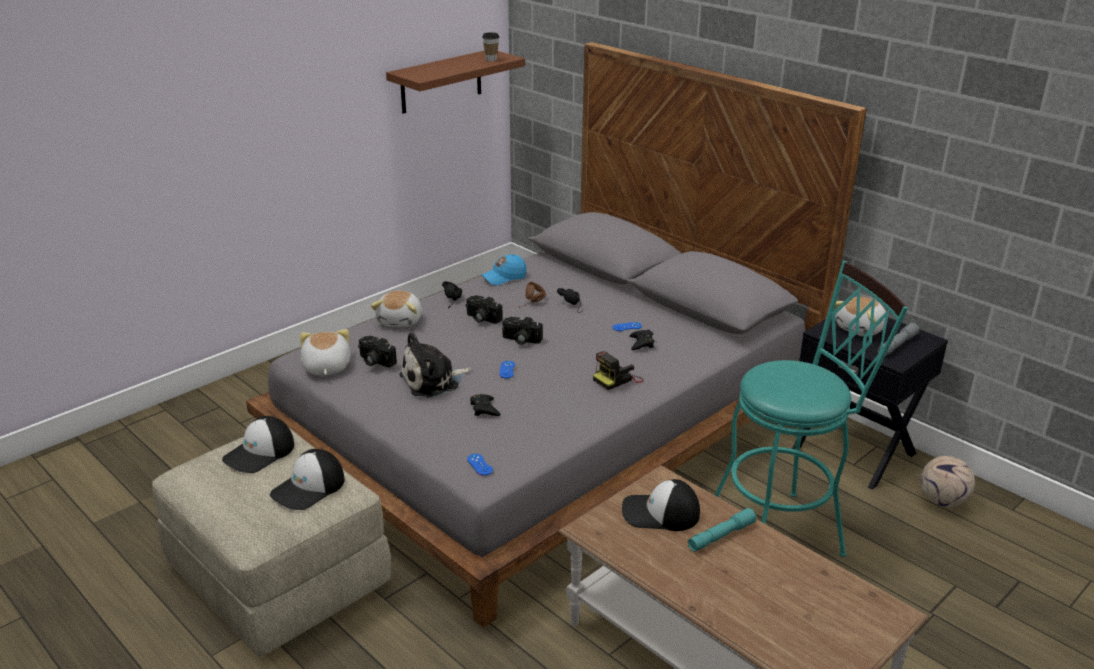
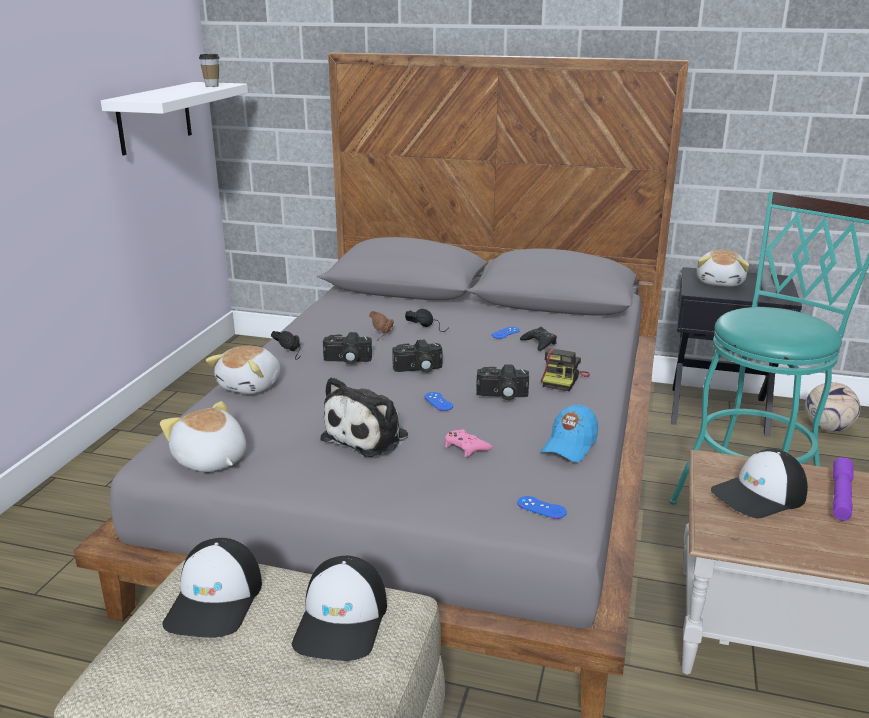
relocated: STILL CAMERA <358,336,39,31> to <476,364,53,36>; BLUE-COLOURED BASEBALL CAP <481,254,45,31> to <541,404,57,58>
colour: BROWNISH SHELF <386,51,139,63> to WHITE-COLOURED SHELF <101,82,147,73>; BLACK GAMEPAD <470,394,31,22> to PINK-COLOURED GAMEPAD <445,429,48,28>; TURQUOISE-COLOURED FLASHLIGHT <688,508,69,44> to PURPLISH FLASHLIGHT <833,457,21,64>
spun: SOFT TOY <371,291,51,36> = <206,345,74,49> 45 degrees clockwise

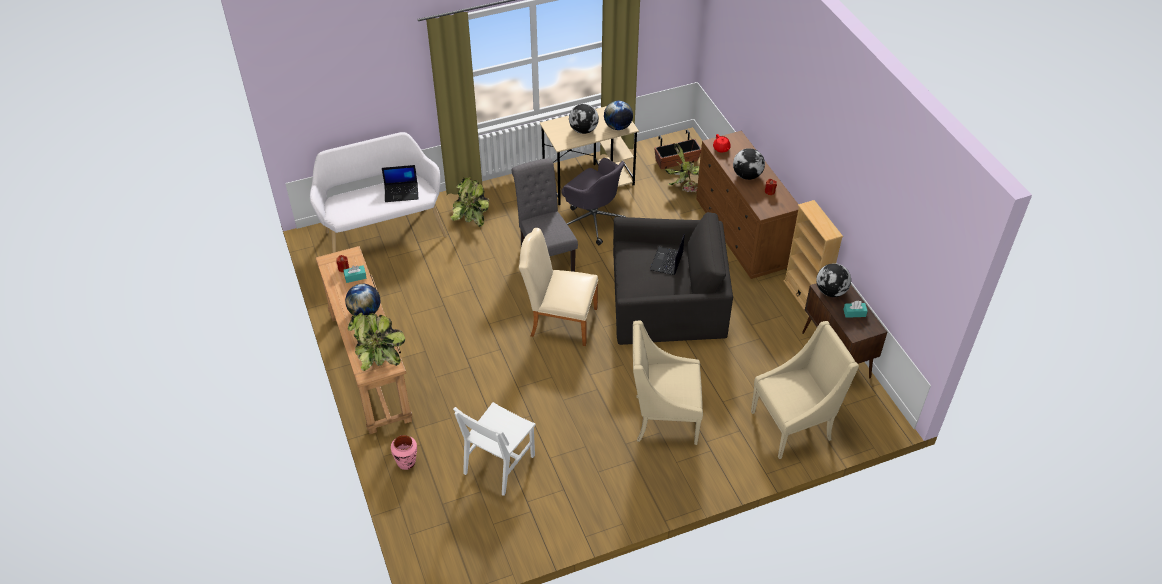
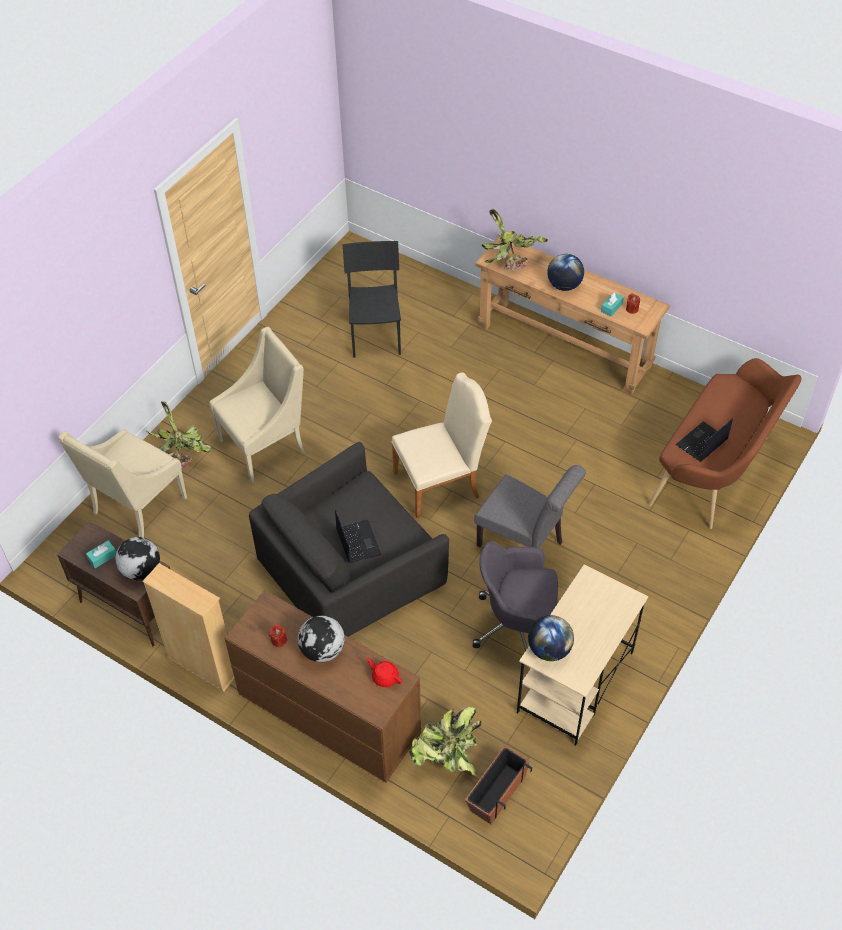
missing: PINK-COLOURED VASE <391,435,26,35>; DESK GLOBE <569,104,30,30>
relocated: PLANT IN A POT <451,177,38,50> to <145,401,66,67>
colour: WHITE-COLOURED BENCH <310,132,136,121> to BROWNISH BENCH <648,358,154,171>; WHITE-COLOURED UPRIGHT CHAIR <453,402,83,94> to BLACK UPRIGHT CHAIR <342,241,59,117>

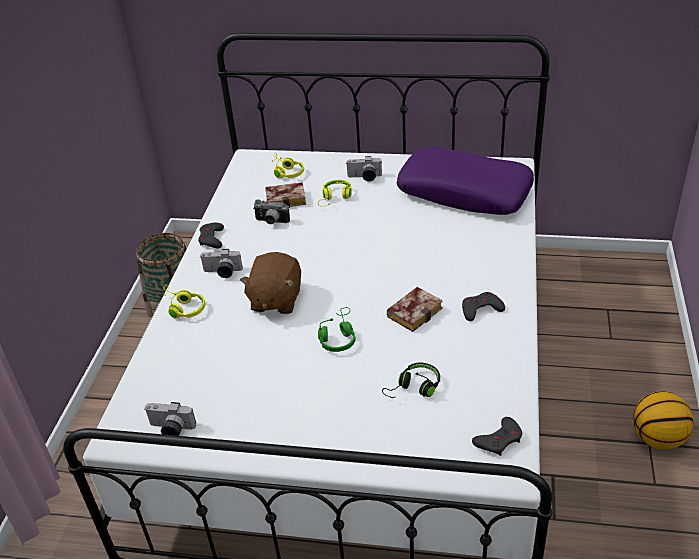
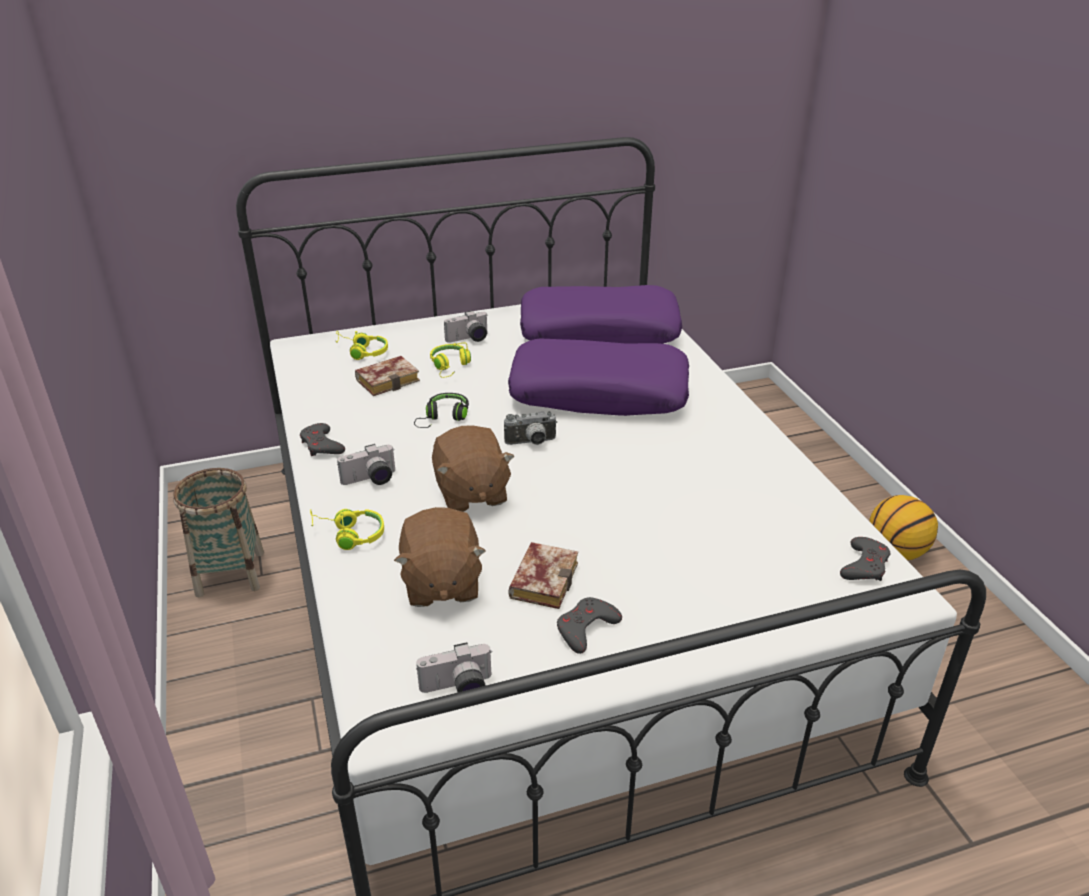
missing: GREEN HEADPHONES <318,307,38,45>
appeared: BROWNISH SOFT TOY <394,507,92,100>; PURPLISH PILLOW <508,338,181,78>
relocated: STILL CAMERA <253,199,37,25> to <504,411,53,34>; BLACK HEADPHONES <382,362,58,36> to <414,393,55,35>; VOLUME <387,287,56,45> to <508,542,70,67>; GREYISH GAMEPAD <462,292,43,29> to <557,597,65,57>

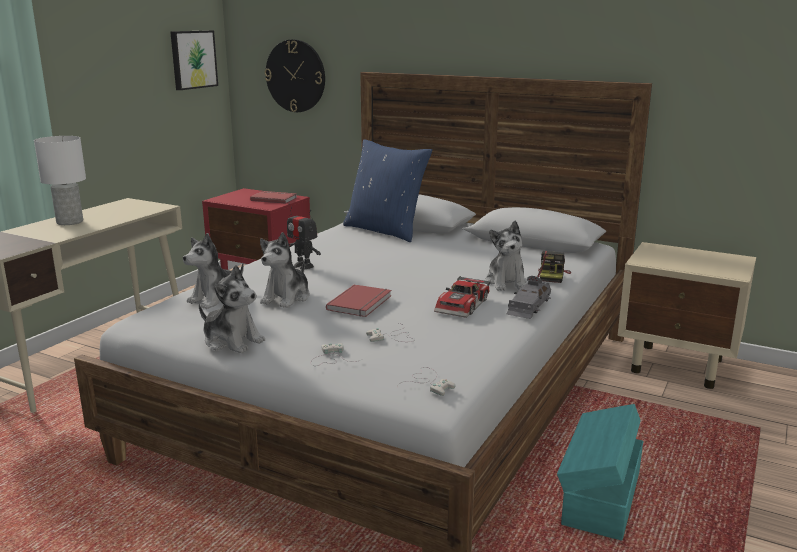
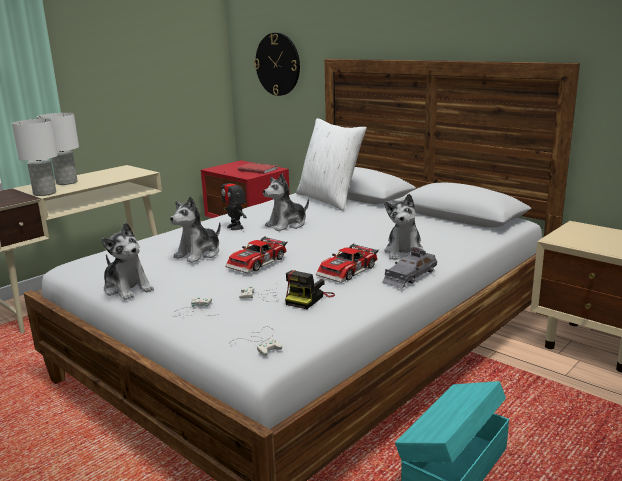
missing: WALL PICTURE <170,30,48,60>
appeared: WHITE-COLOURED TABLETOP LAMP <12,119,46,77>
relocated: SOFT TOY <183,233,61,76> to <263,173,46,58>; STILL CAMERA <537,251,34,32> to <285,270,50,39>
exchanged: RED VOLUME <326,284,66,33> to MODEL CAR <225,236,62,37>
colour: BLUE-COLOURED PILLOW <343,139,89,103> to WHITE-COLOURED PILLOW <296,118,71,93>

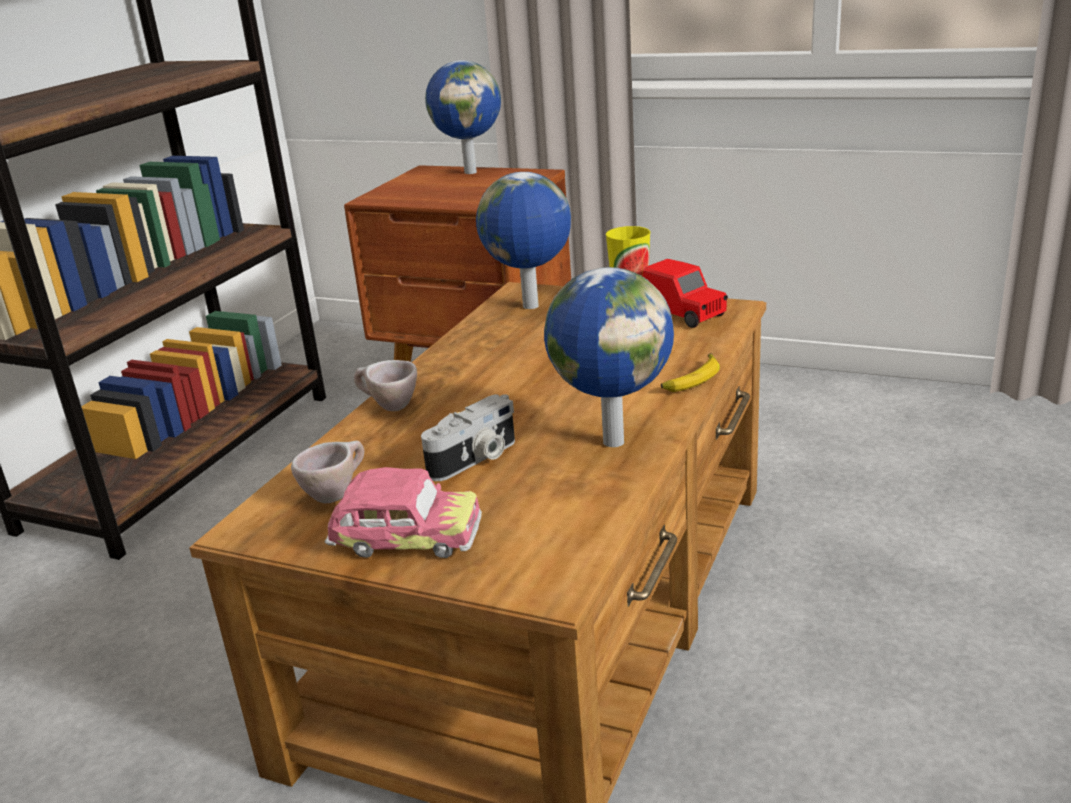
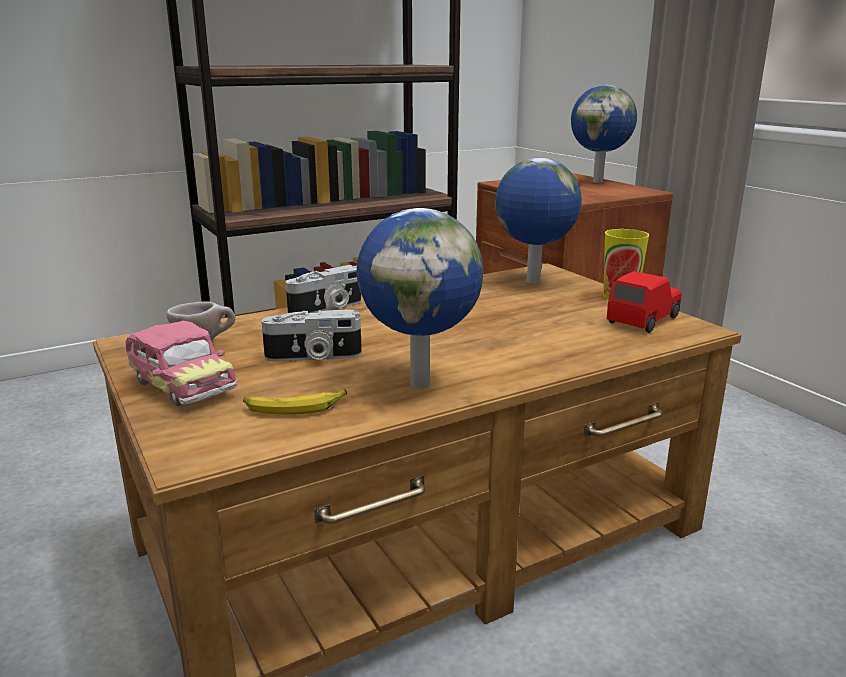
relocated: BANANA FRUIT <661,353,58,39> to <243,389,104,26>
exchanged: BEIGE CUP <354,360,63,51> to STILL CAMERA <286,265,75,50>
spun: RED MODEL CAR <642,259,86,69> = <606,271,76,62> 135 degrees counterclockwise

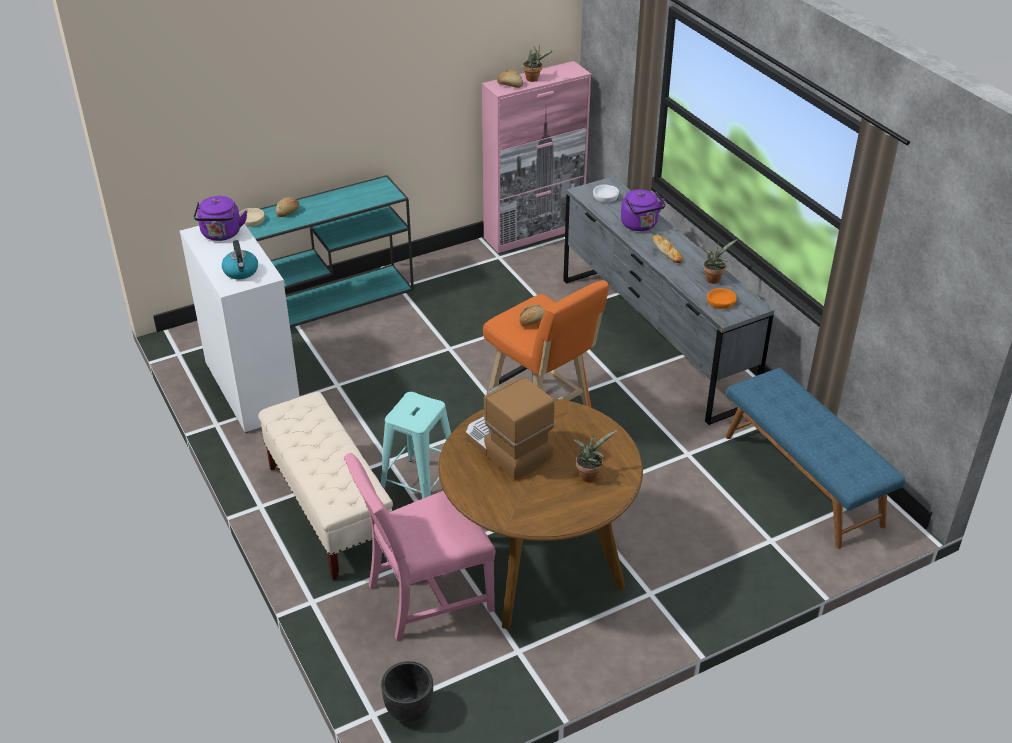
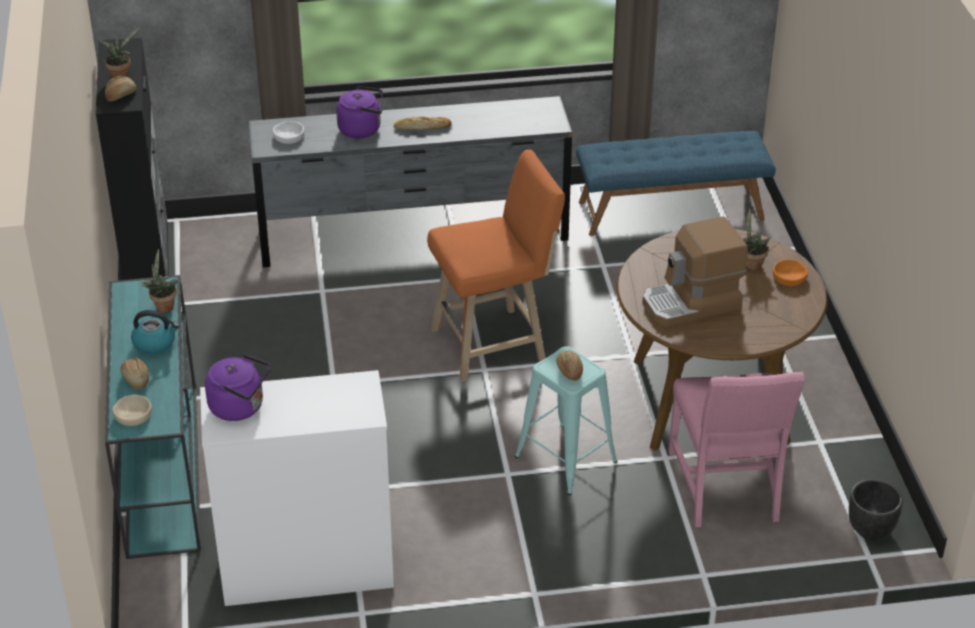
missing: BEIGE BENCH <258,392,135,188>
relocated: WATER KETTLE <222,240,36,39> to <131,310,49,44>; BREAD <519,304,26,22> to <556,350,27,31>; PLANT IN A POT <701,239,37,45> to <142,249,36,64>; ORANGE-COLOURED DEEP DISH <707,288,30,21> to <773,259,35,27>
colour: PINK-COLOURED CUPBOARD <482,61,109,192> to BLACK CUPBOARD <96,38,73,242>

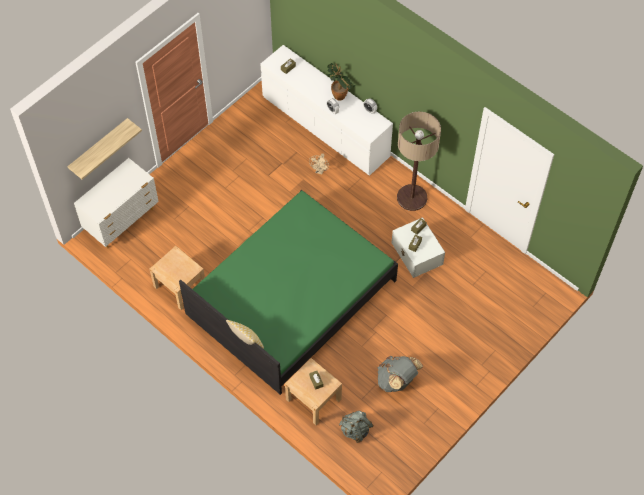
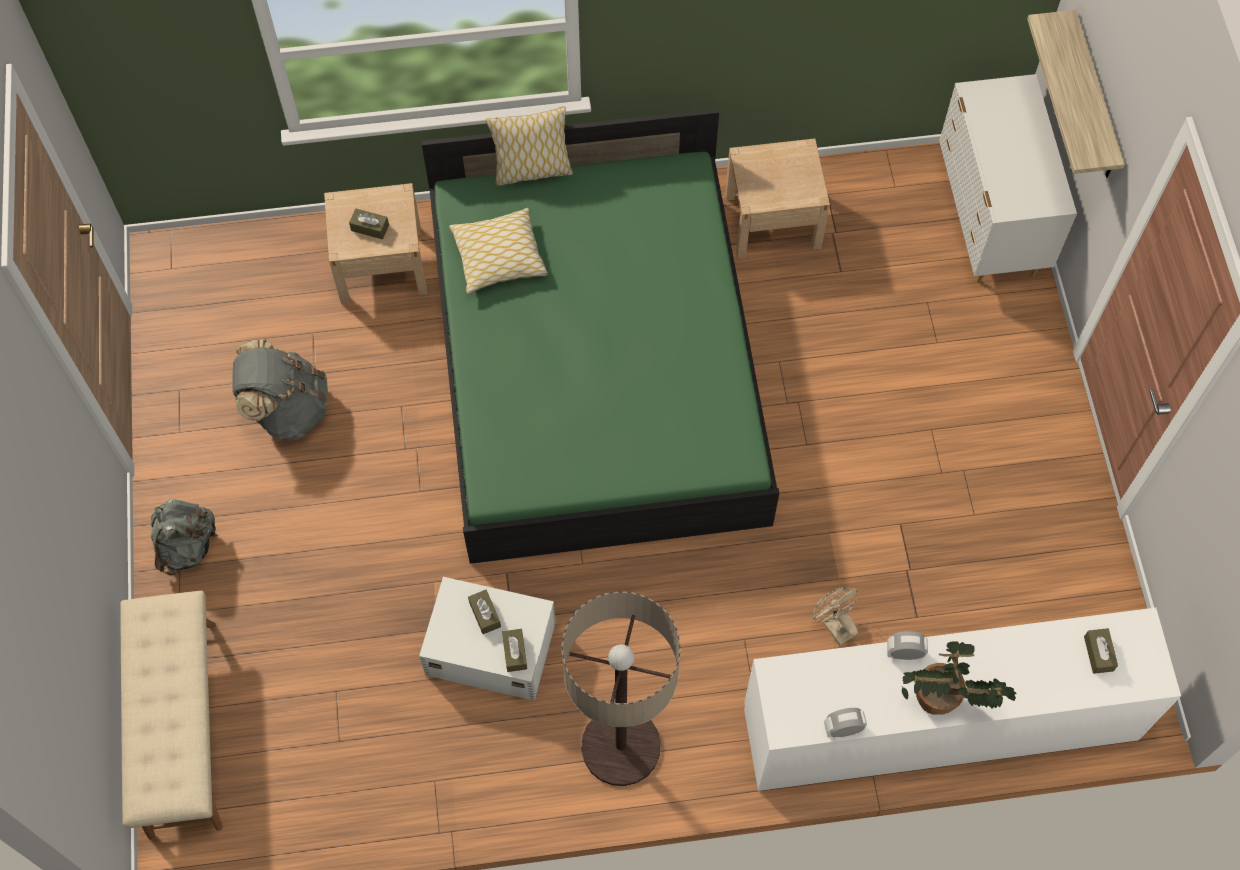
appeared: BEIGE BENCH <121,591,102,249>; PILLOW <449,208,99,86>
relocated: GREYISH BACKPACK <339,411,35,32> to <151,499,67,76>

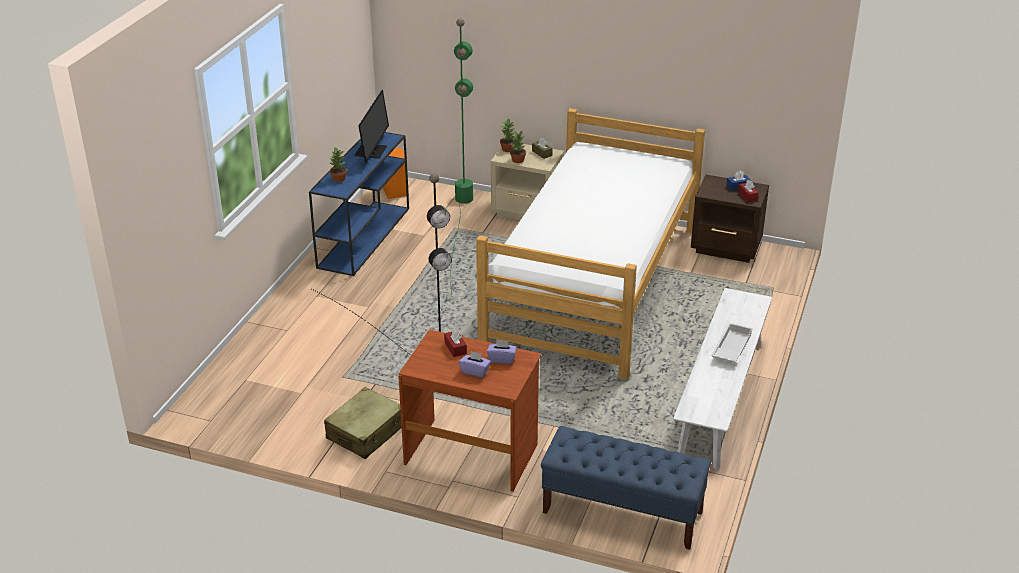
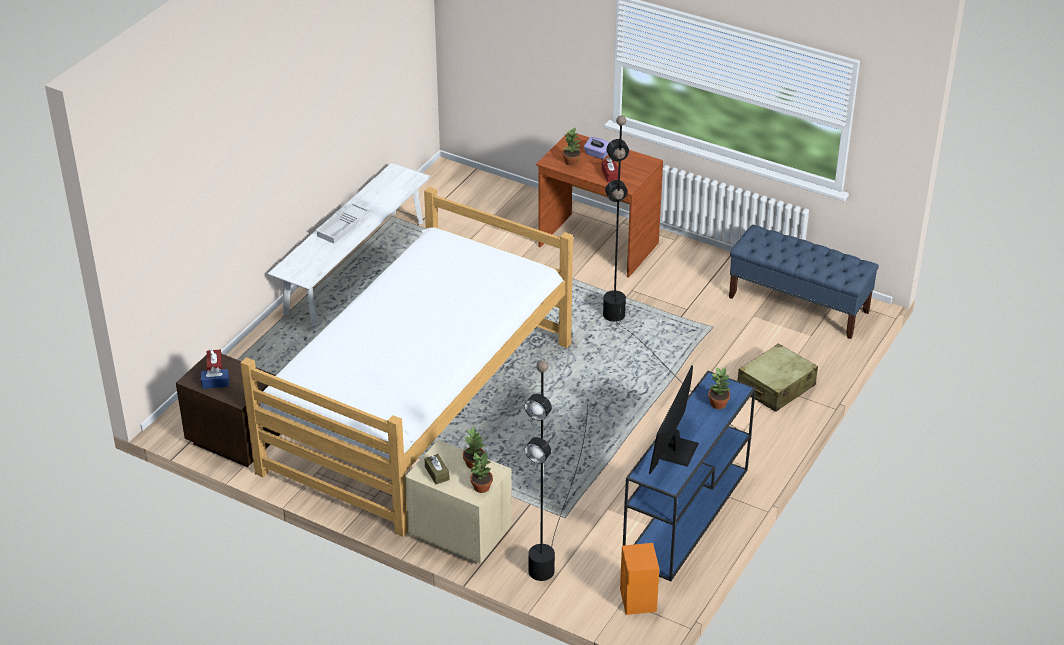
relocated: BEIGE PIECE OF LUGGAGE <324,387,78,72> to <738,343,80,69>; BLUE-COLOURED BENCH <541,426,170,124> to <729,225,150,114>
exchanged: PURPLISH TISSUE HOLDER <487,339,30,25> to PLANT IN A POT <562,128,19,38>
colour: GREEN FLOOR LAMP <450,18,23,283> to BLACK FLOOR LAMP <524,360,64,221>

